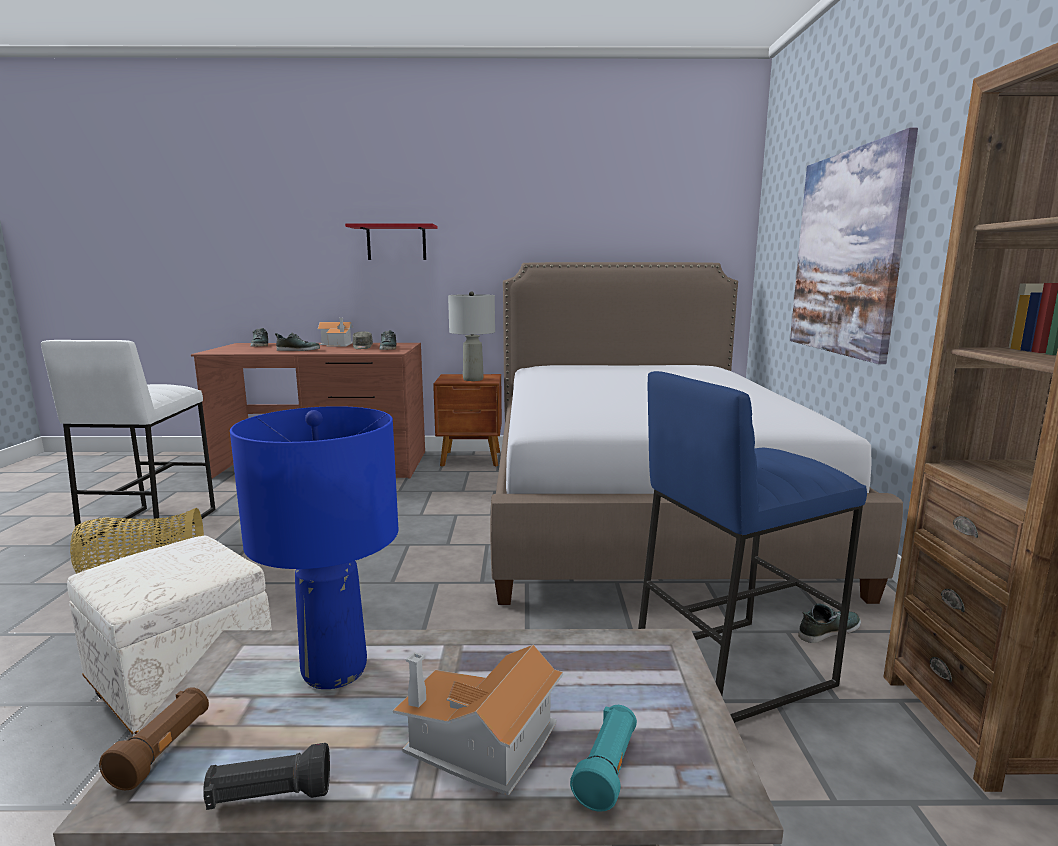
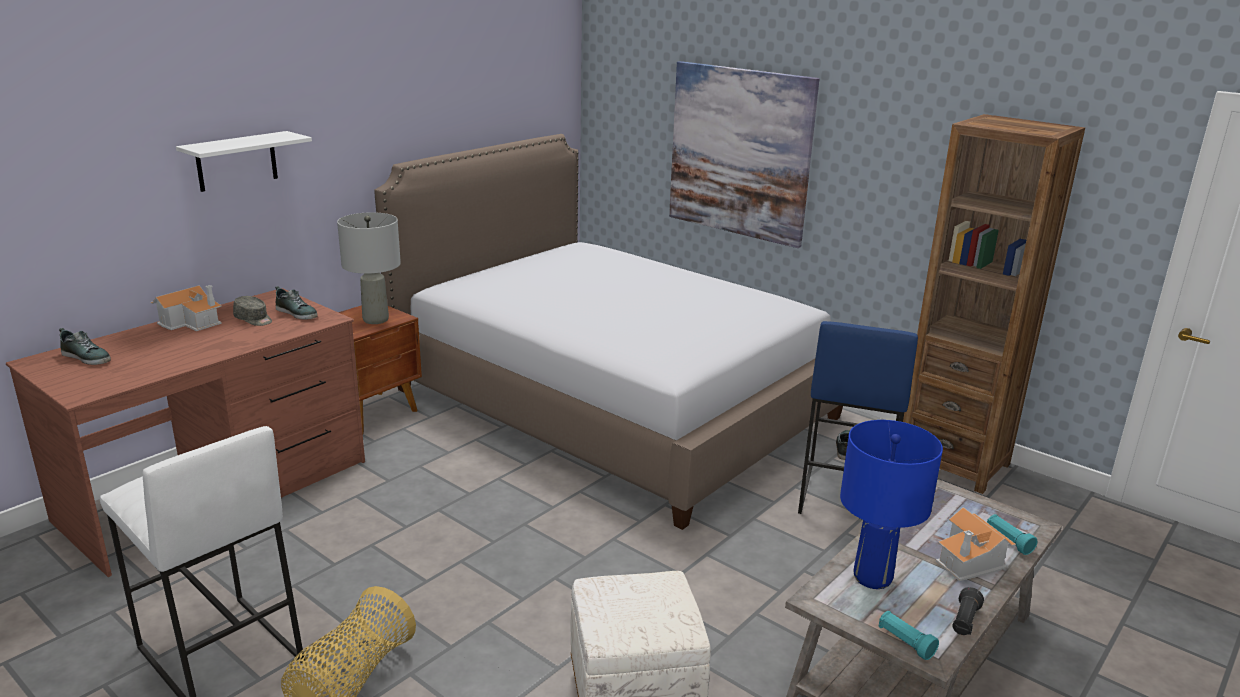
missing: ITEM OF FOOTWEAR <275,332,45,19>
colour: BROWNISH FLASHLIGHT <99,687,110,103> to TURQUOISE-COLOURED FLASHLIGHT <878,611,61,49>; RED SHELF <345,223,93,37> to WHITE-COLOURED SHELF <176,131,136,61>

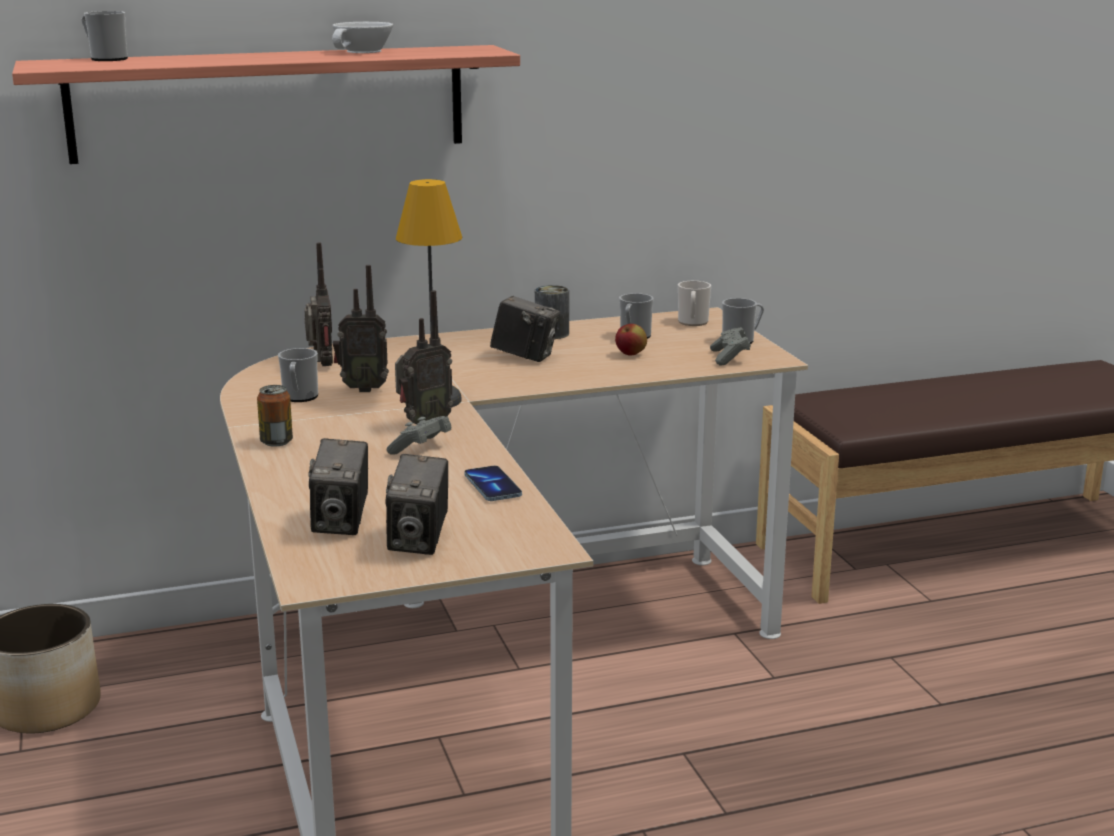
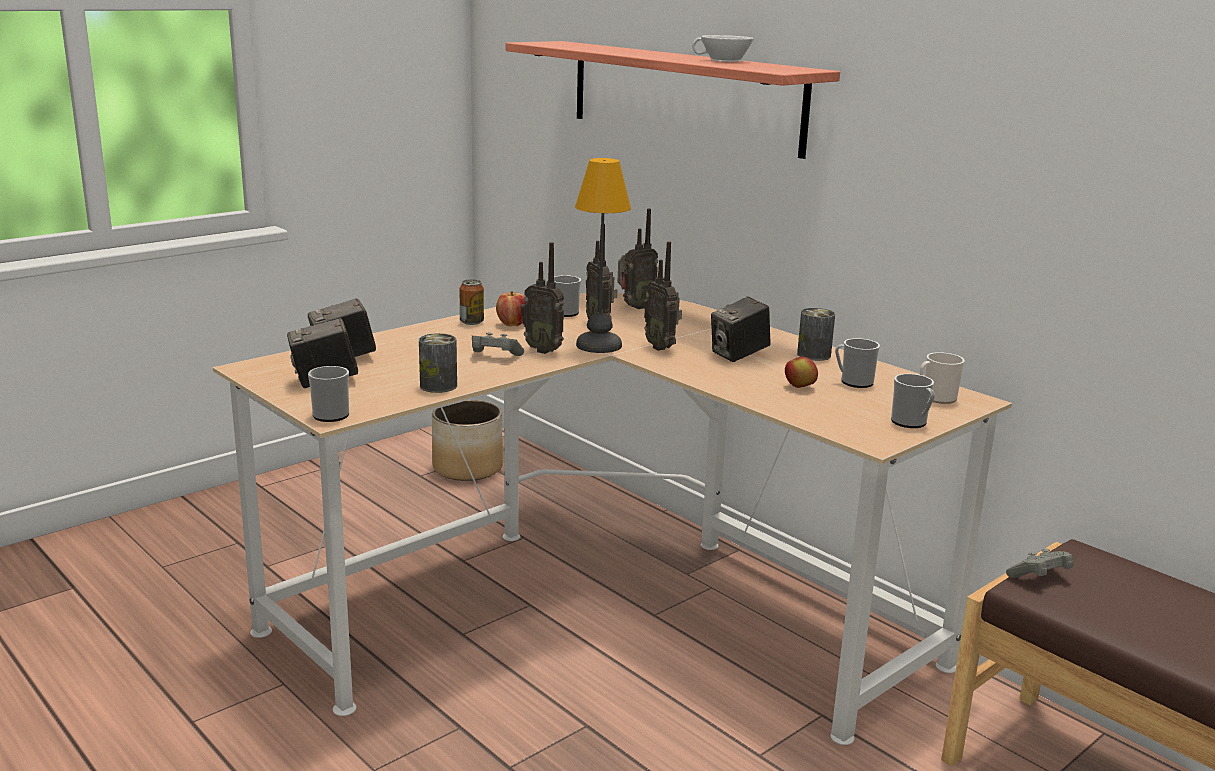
appeared: APPLE FRUIT <496,291,30,35>; RADIO SET <644,241,38,110>
relocated: MUG <82,11,46,50> to <308,366,41,56>; GREYISH GAMEPAD <710,327,41,39> to <1006,548,67,30>
exchanged: TELEPHONE <464,466,58,35> to SEALED CAN <419,333,38,60>
spun: STILL CAMERA <490,296,70,66> = <711,296,60,66> 60 degrees clockwise

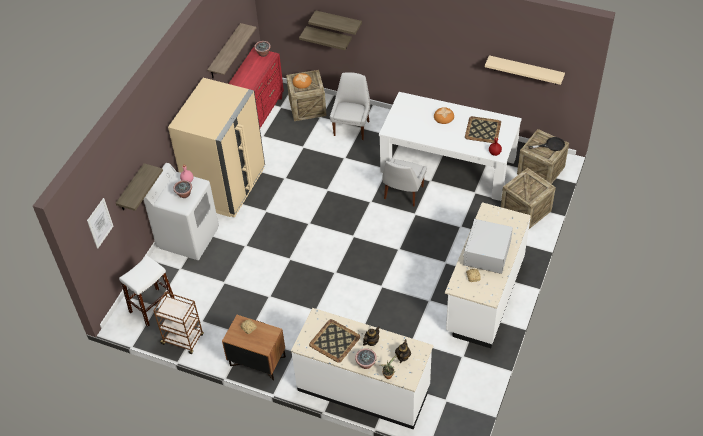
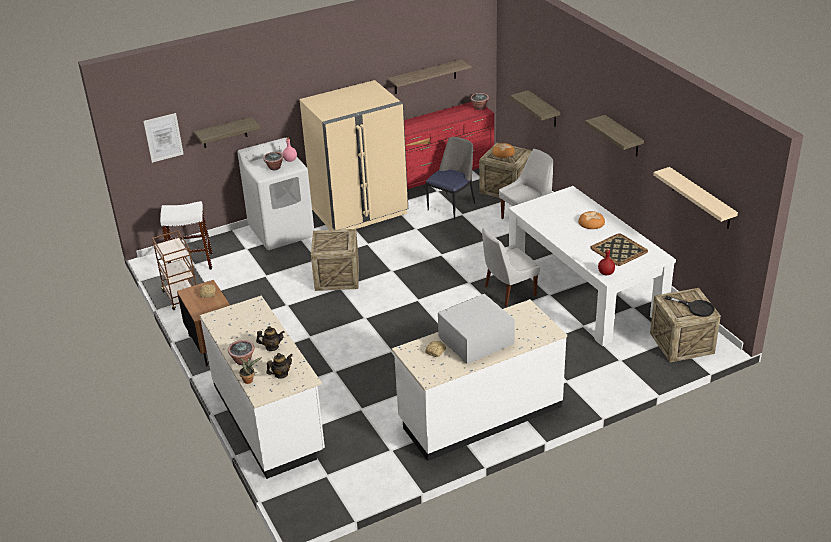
missing: TRAY <309,319,51,44>
appeared: UPRIGHT CHAIR <426,137,49,83>
relocated: SHELF <308,10,54,25> to <585,115,59,41>; PACKING CRATE <501,168,55,61> to <311,229,48,62>

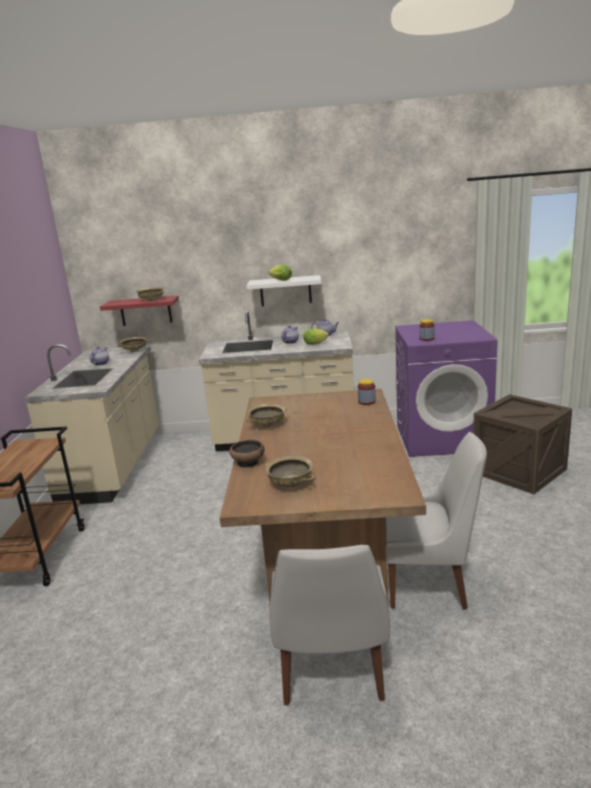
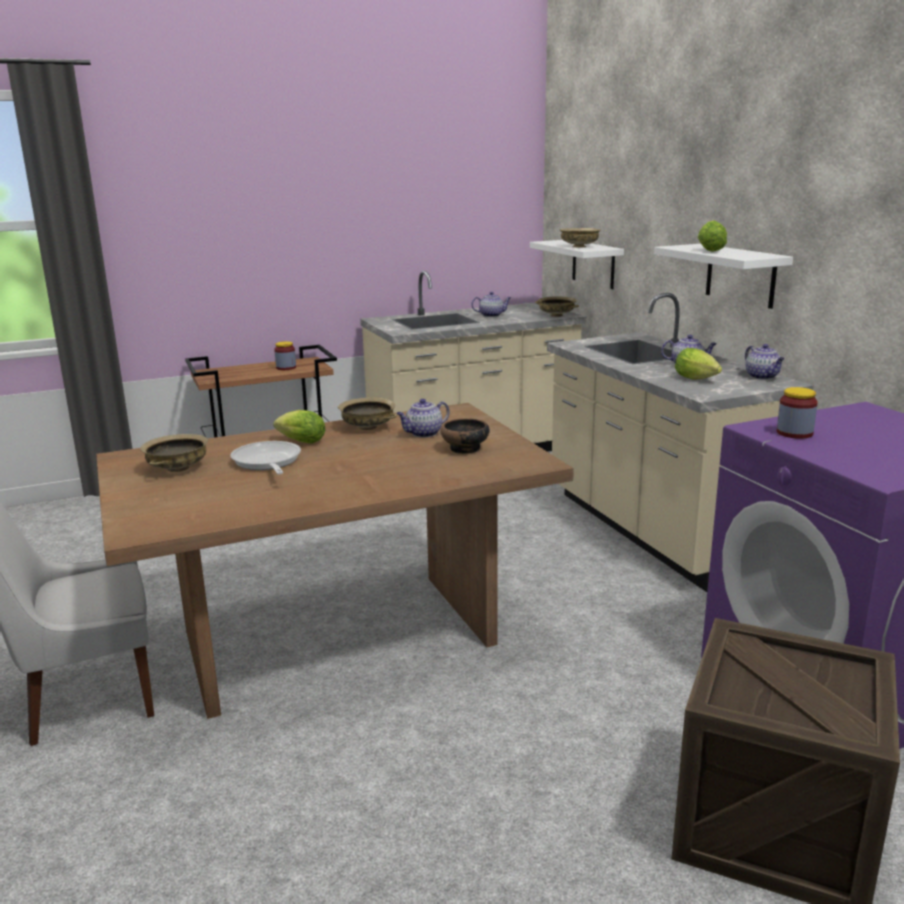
missing: WHITE-COLOURED UPRIGHT CHAIR <386,432,101,178>
appeared: FRYING PAN <231,441,70,34>; LETTUCE HEAD <273,410,52,33>; POT FOR TEA <396,399,54,39>
relocated: DEEP DISH <229,440,35,27> to <440,418,50,36>; PRESERVE JAR <358,379,18,26> to <274,341,22,29>
colour: RED SHELF <100,296,79,30> to WHITE-COLOURED SHELF <530,240,94,49>

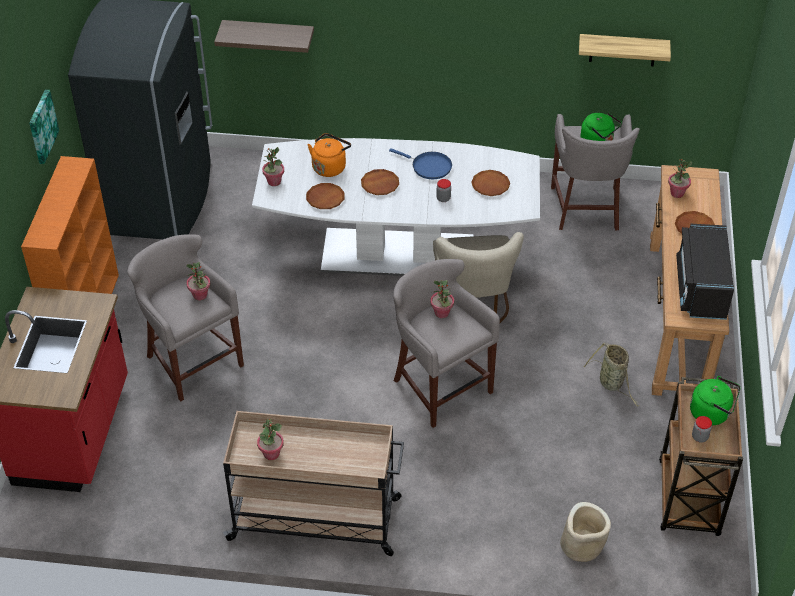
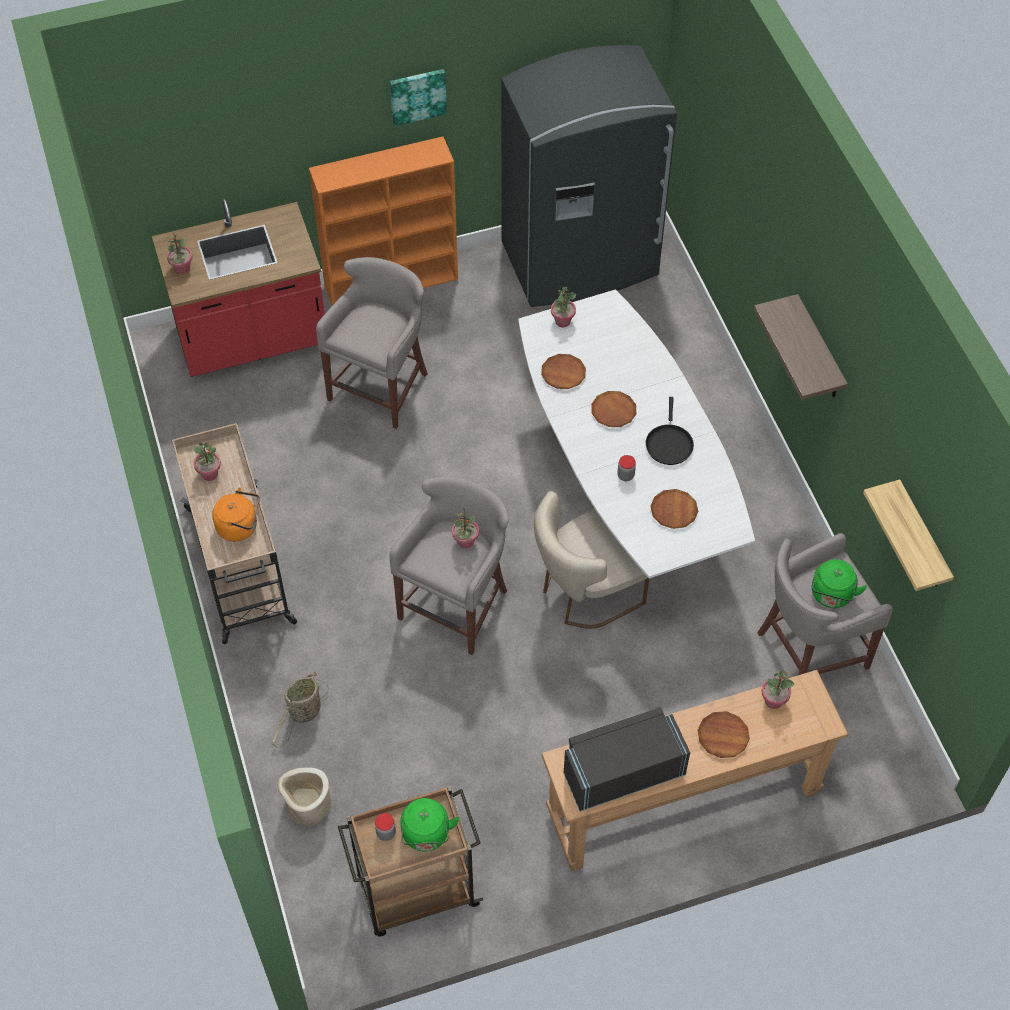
relocated: PLANT IN A POT <186,262,24,38> to <167,231,26,43>; SHELF <214,20,100,33> to <754,294,94,106>; ORANGE-COLOURED WATER KETTLE <308,133,43,44> to <212,487,48,55>; STORAGE BASKET <583,343,57,64> to <271,672,58,76>
colour: BLUE-COLOURED FRYING PAN <389,148,63,31> to BLACK FRYING PAN <646,397,48,68>

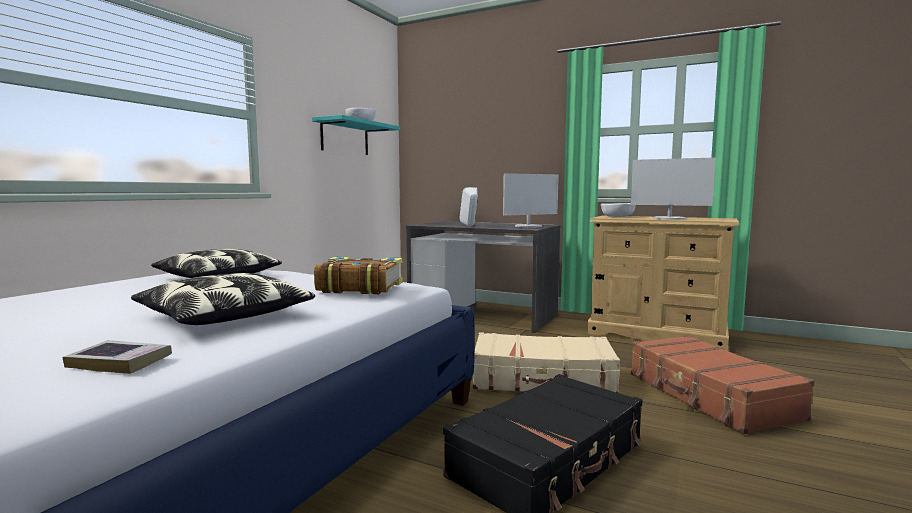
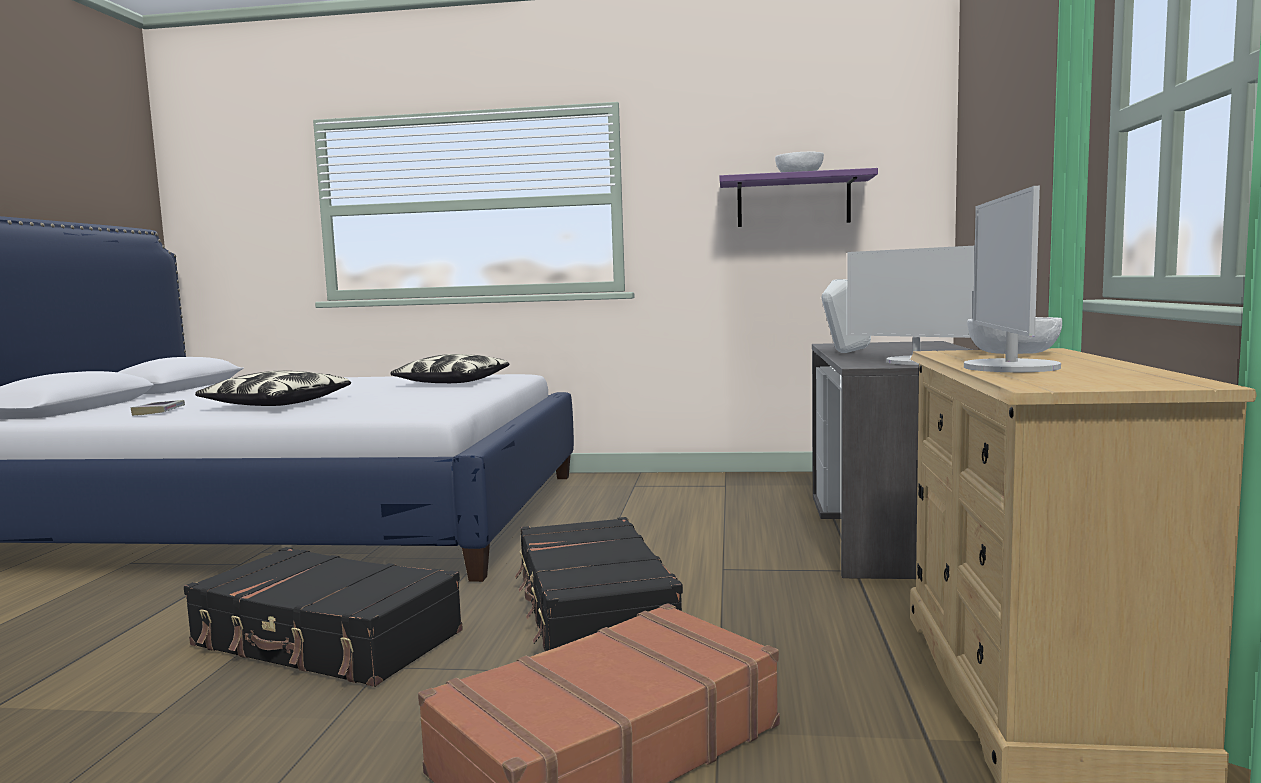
missing: VOLUME <314,257,89,37>
colour: TURQUOISE-COLOURED SHELF <312,115,88,40> to PURPLISH SHELF <720,168,158,59>; BEIGE PIECE OF LUGGAGE <473,332,147,61> to BLACK PIECE OF LUGGAGE <515,517,168,134>

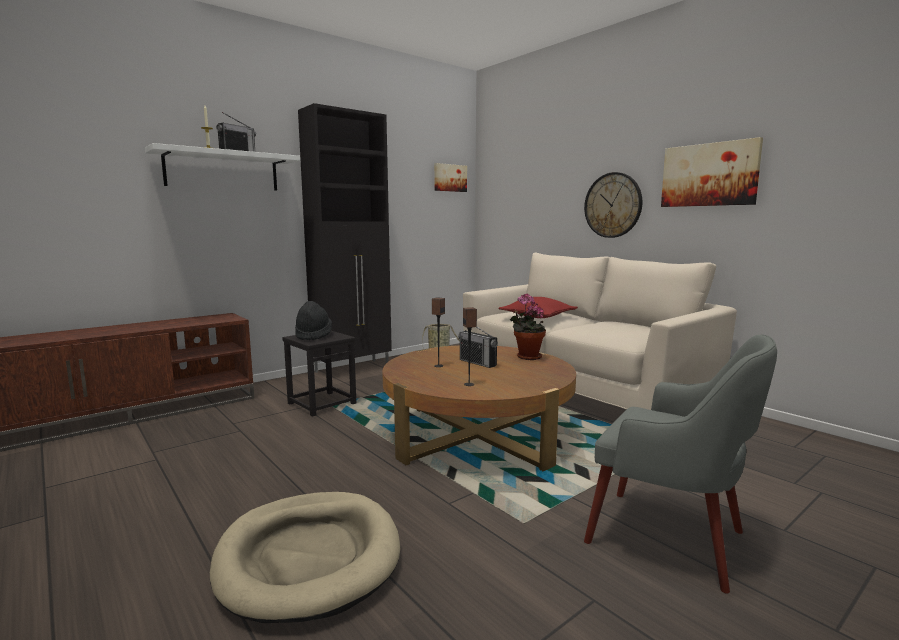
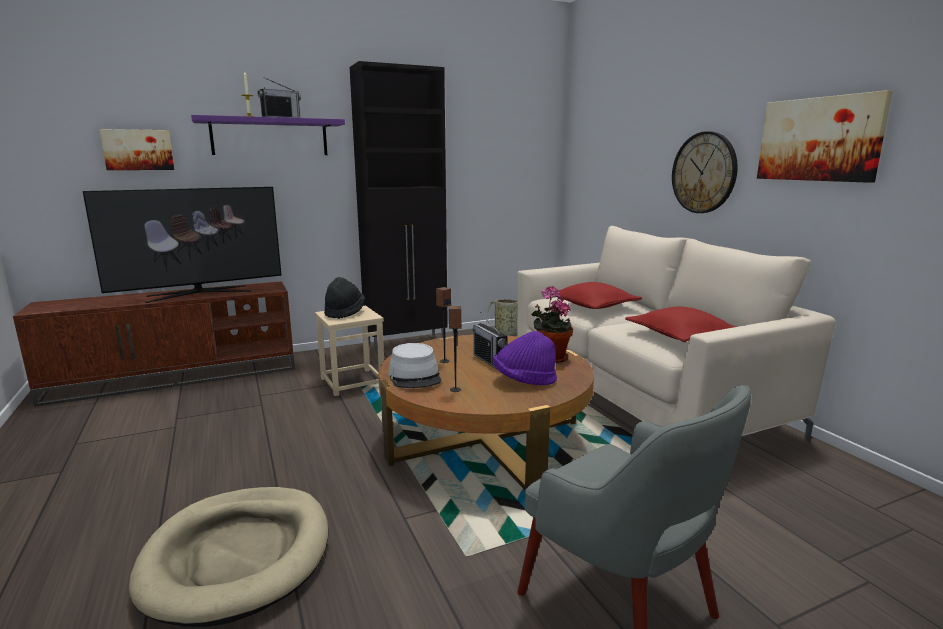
appeared: TV SET <83,187,198,116>; GREYISH WEARABLE HAT <388,343,54,45>; PURPLISH WEARABLE HAT <493,331,64,54>; RED PILLOW <625,307,111,35>
relocated: WALL PICTURE <434,163,33,29> to <100,129,74,41>
colour: WHITE-COLOURED SHELF <145,143,155,47> to PURPLISH SHELF <191,115,154,40>; BLACK STOOL <282,331,74,86> to BEIGE STOOL <315,306,69,90>

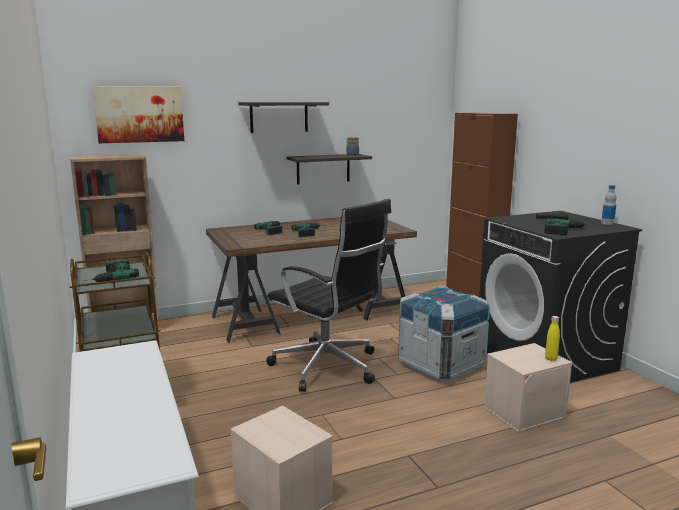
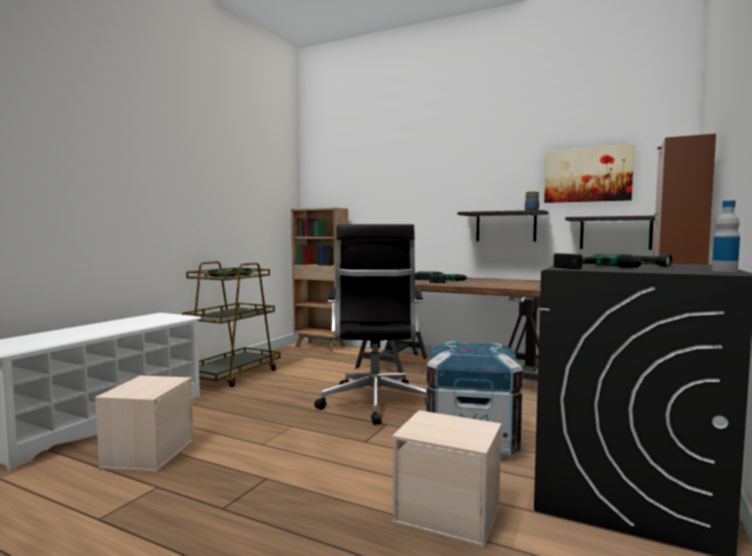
missing: YELLOW-COLOURED BEVERAGE BOTTLE <545,316,15,45>
relocated: WALL PICTURE <92,86,92,57> to <544,144,90,59>; SHELF <239,102,90,31> to <565,216,90,34>

